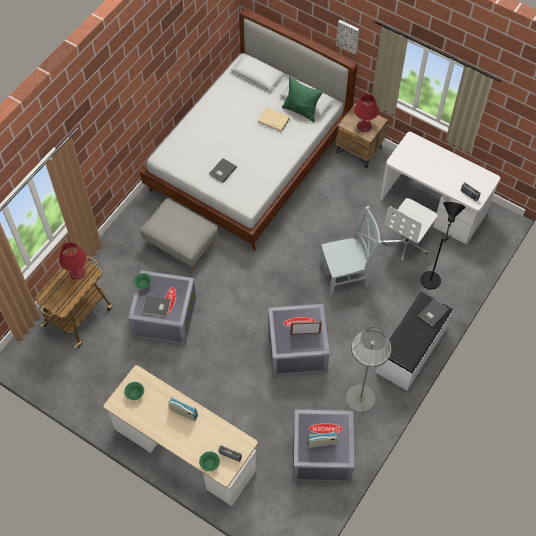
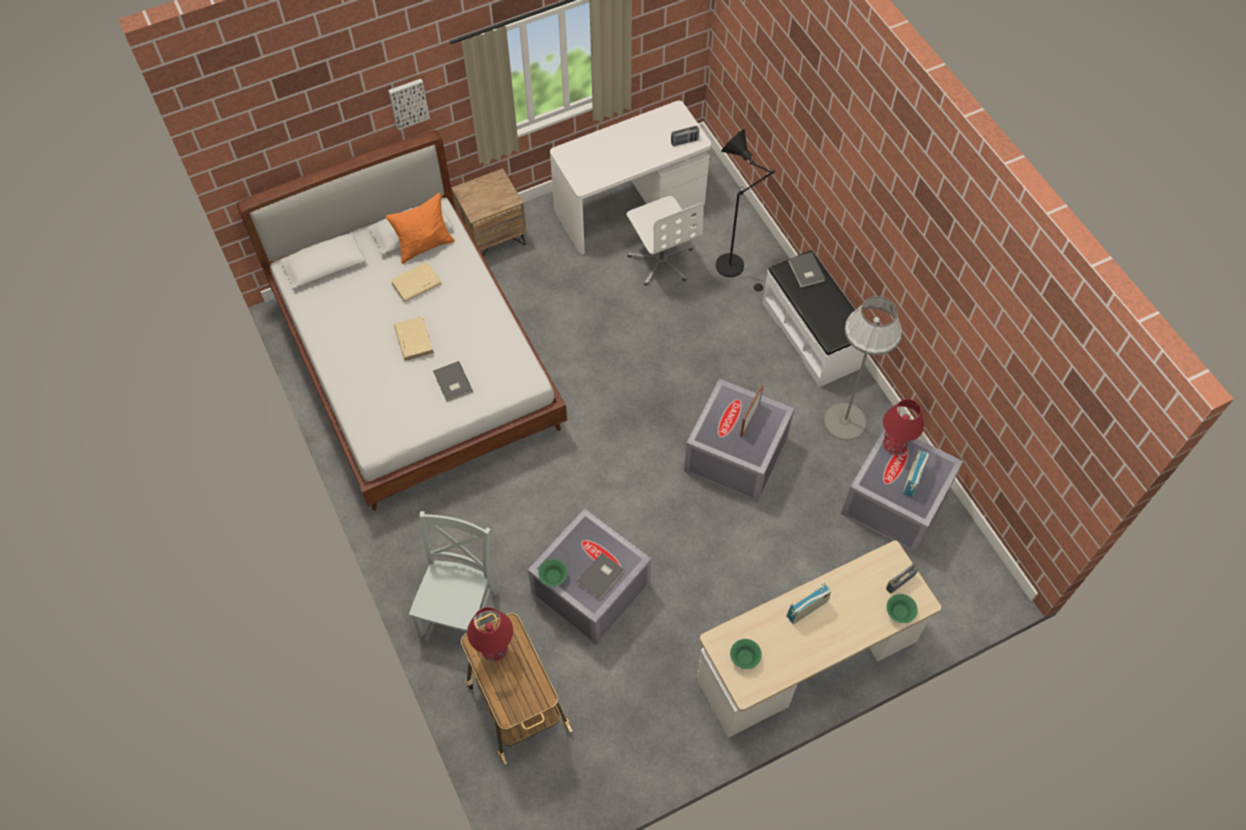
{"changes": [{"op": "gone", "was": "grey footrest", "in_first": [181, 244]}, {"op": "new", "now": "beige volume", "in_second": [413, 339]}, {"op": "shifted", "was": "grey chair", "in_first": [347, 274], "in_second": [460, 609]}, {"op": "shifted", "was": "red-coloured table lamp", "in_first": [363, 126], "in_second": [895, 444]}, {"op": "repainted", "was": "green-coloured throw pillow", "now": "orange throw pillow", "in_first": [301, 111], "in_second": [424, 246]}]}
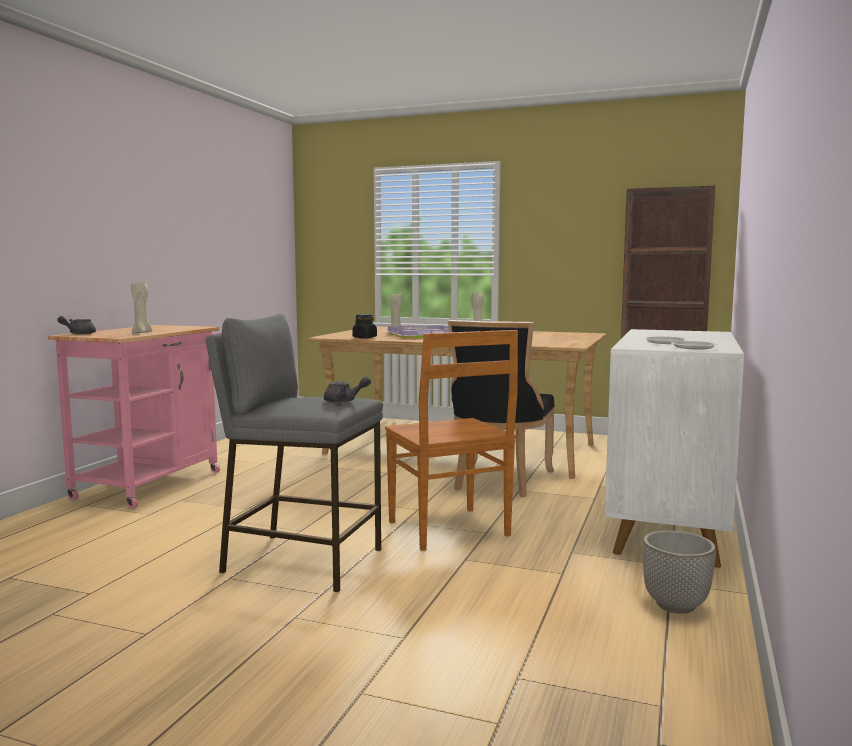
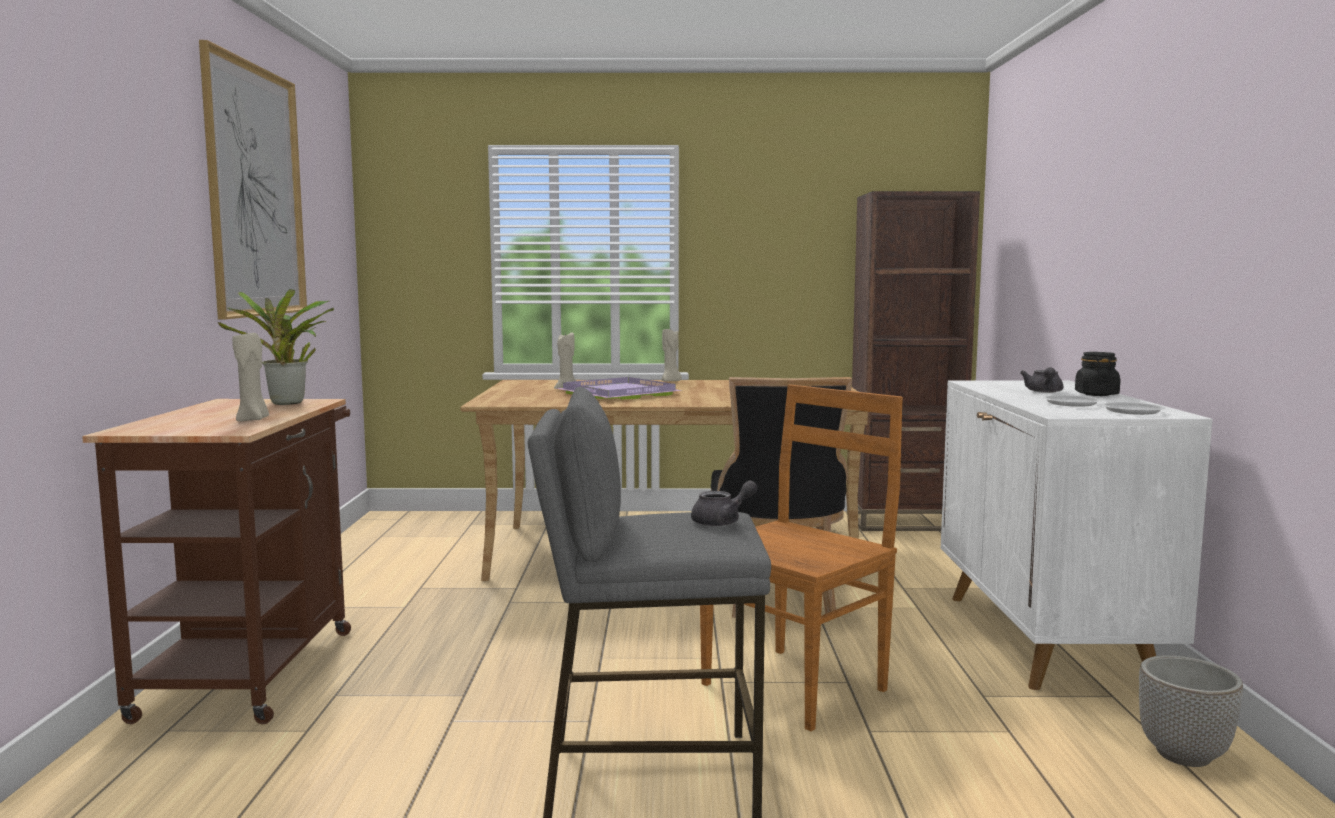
{"changes": [{"op": "new", "now": "wall art", "in_second": [255, 191]}, {"op": "new", "now": "plant in a pot", "in_second": [287, 404]}, {"op": "shifted", "was": "grey pot for tea", "in_first": [78, 334], "in_second": [1044, 392]}, {"op": "shifted", "was": "black-coloured preserve jar", "in_first": [364, 337], "in_second": [1096, 394]}, {"op": "repainted", "was": "pinkish trolley", "now": "brown-coloured trolley", "in_first": [154, 482], "in_second": [254, 667]}, {"op": "rotated", "was": "brown-coloured chair", "in_first": [449, 530], "in_second": [797, 685], "clockwise": -90}]}
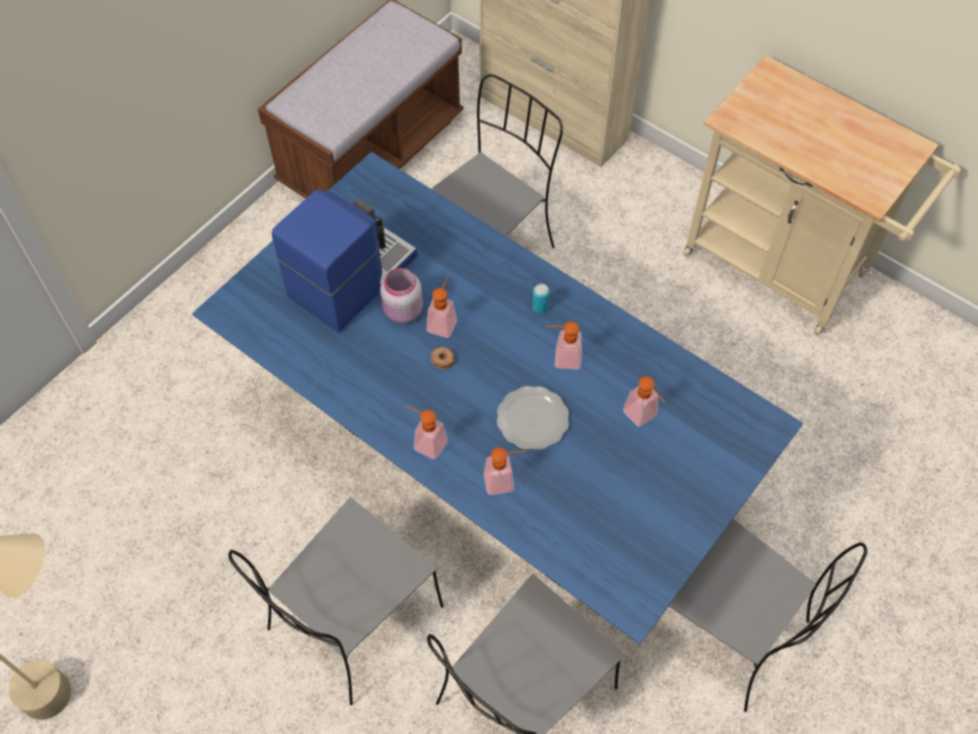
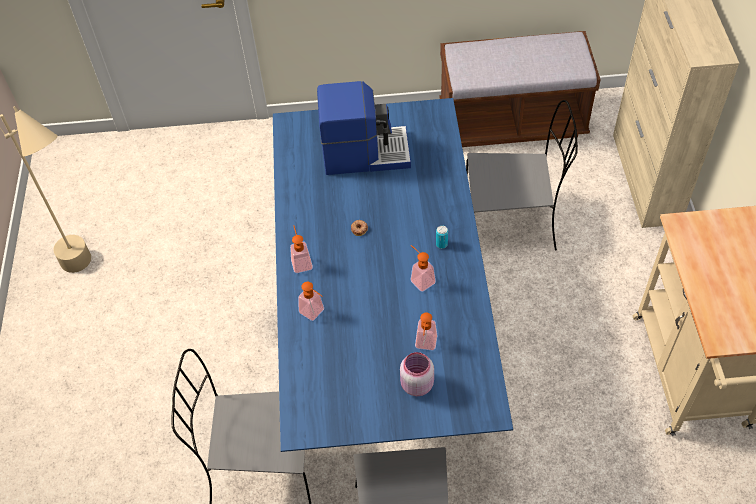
{"changes": [{"op": "gone", "was": "grey chair", "in_first": [352, 621]}, {"op": "gone", "was": "soap bottle", "in_first": [443, 321]}, {"op": "gone", "was": "dinner plate", "in_first": [533, 419]}, {"op": "shifted", "was": "pinkish preserve jar", "in_first": [402, 311], "in_second": [416, 384]}]}
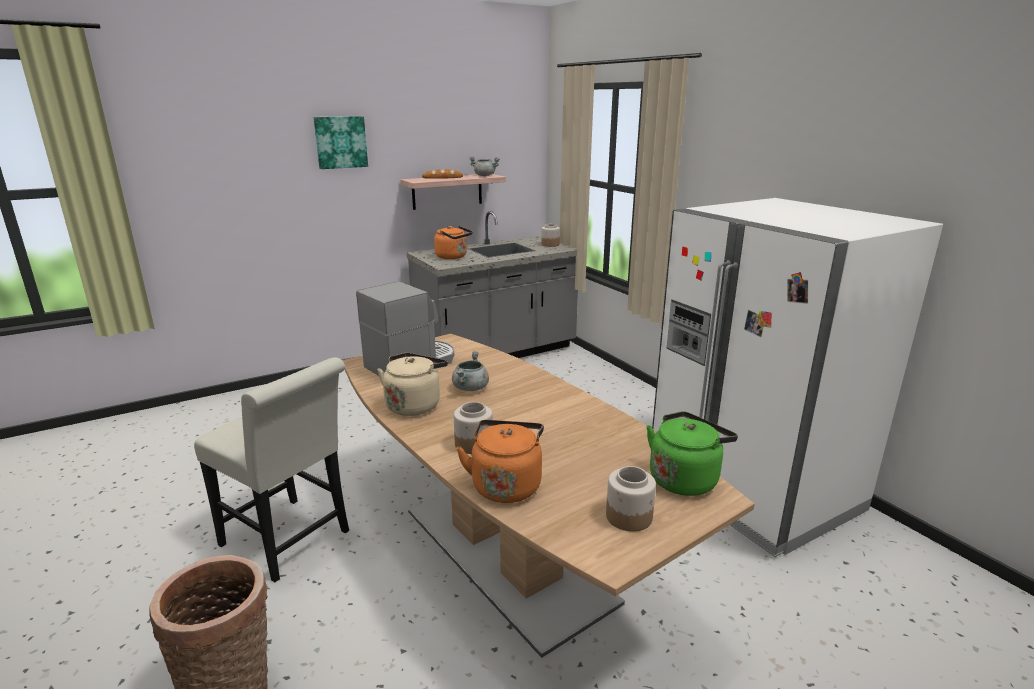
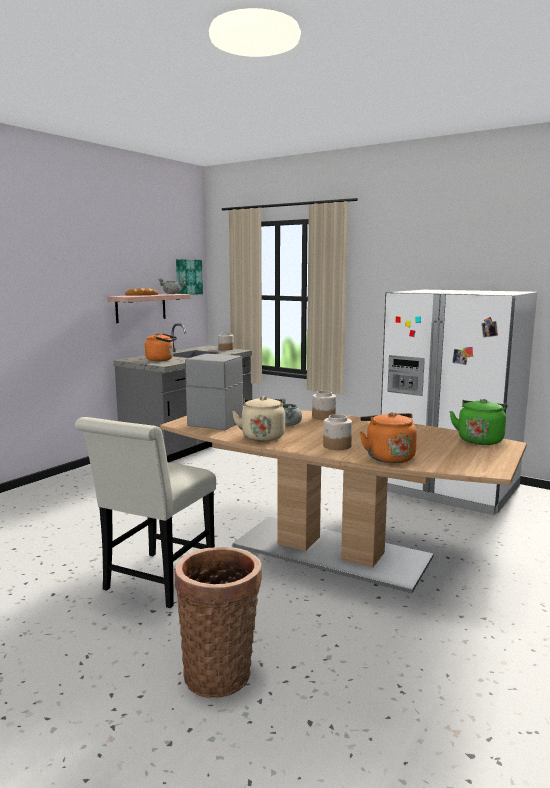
{"changes": [{"op": "shifted", "was": "wall art", "in_first": [340, 142], "in_second": [188, 277]}, {"op": "shifted", "was": "preserve jar", "in_first": [629, 517], "in_second": [324, 417]}, {"op": "rotated", "was": "white chair", "in_first": [291, 541], "in_second": [155, 583], "clockwise": 105}]}
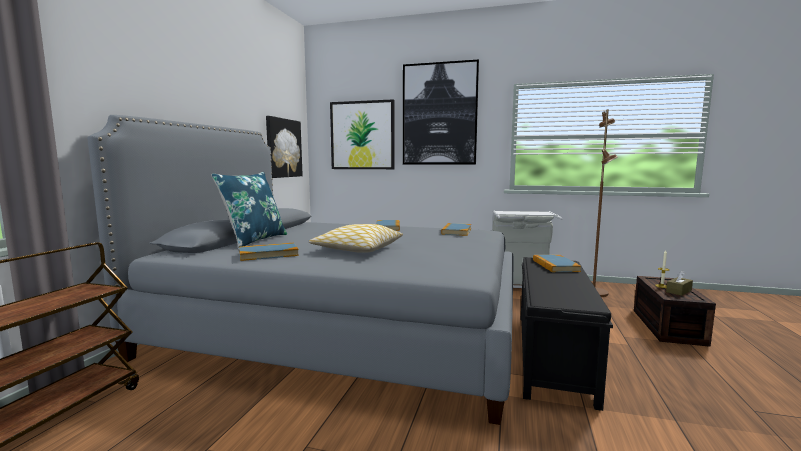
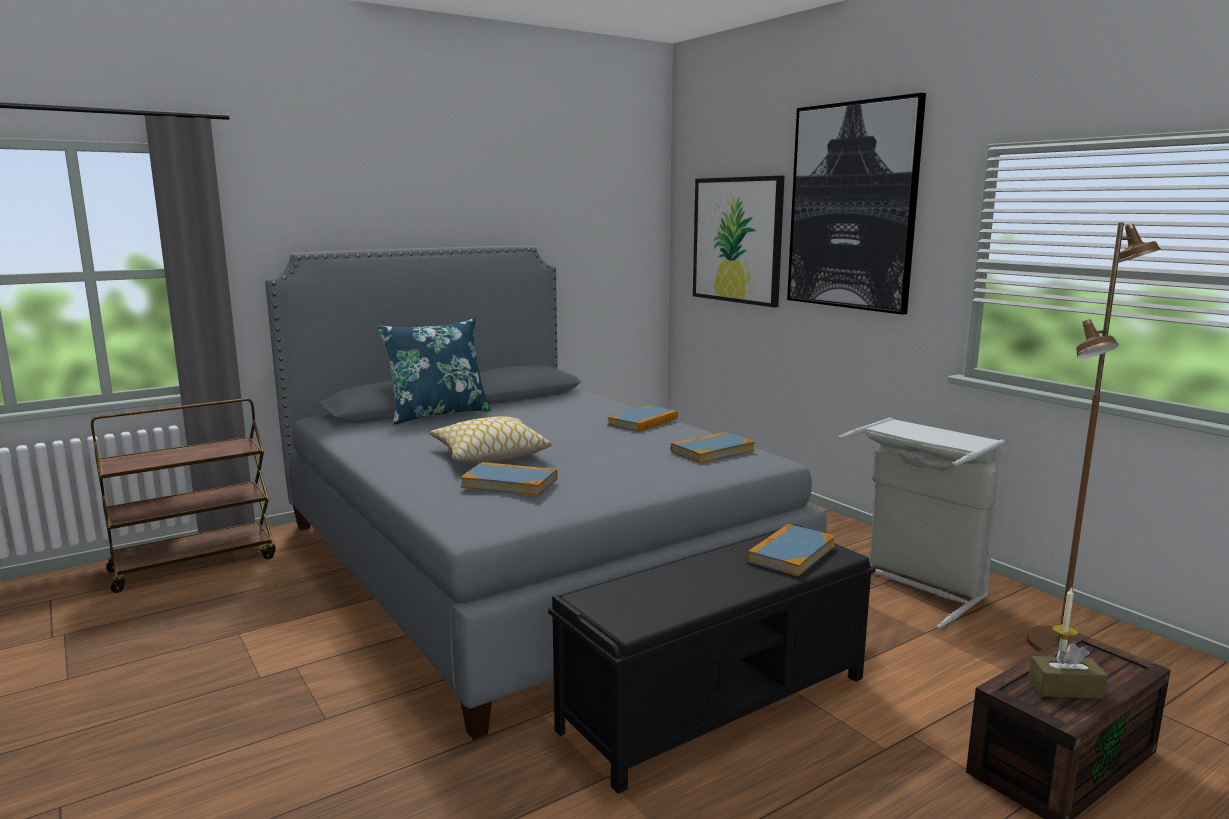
{"changes": [{"op": "gone", "was": "wall art", "in_first": [283, 148]}, {"op": "shifted", "was": "volume", "in_first": [268, 254], "in_second": [509, 483]}]}
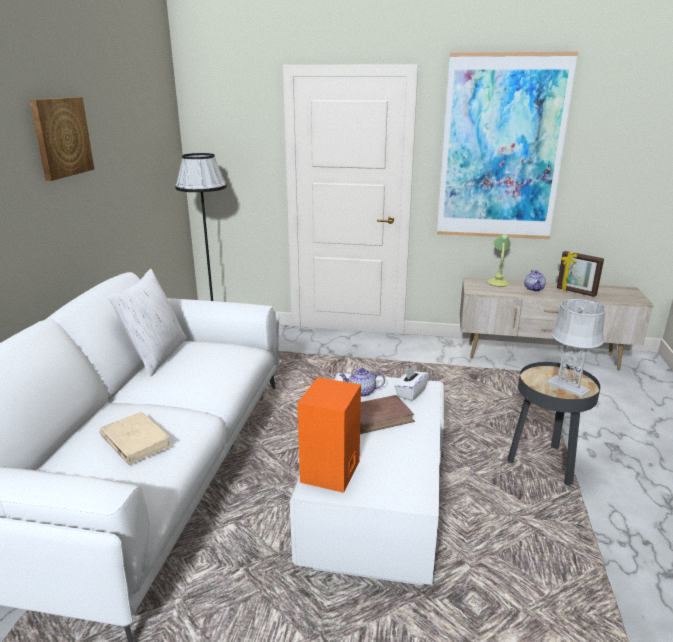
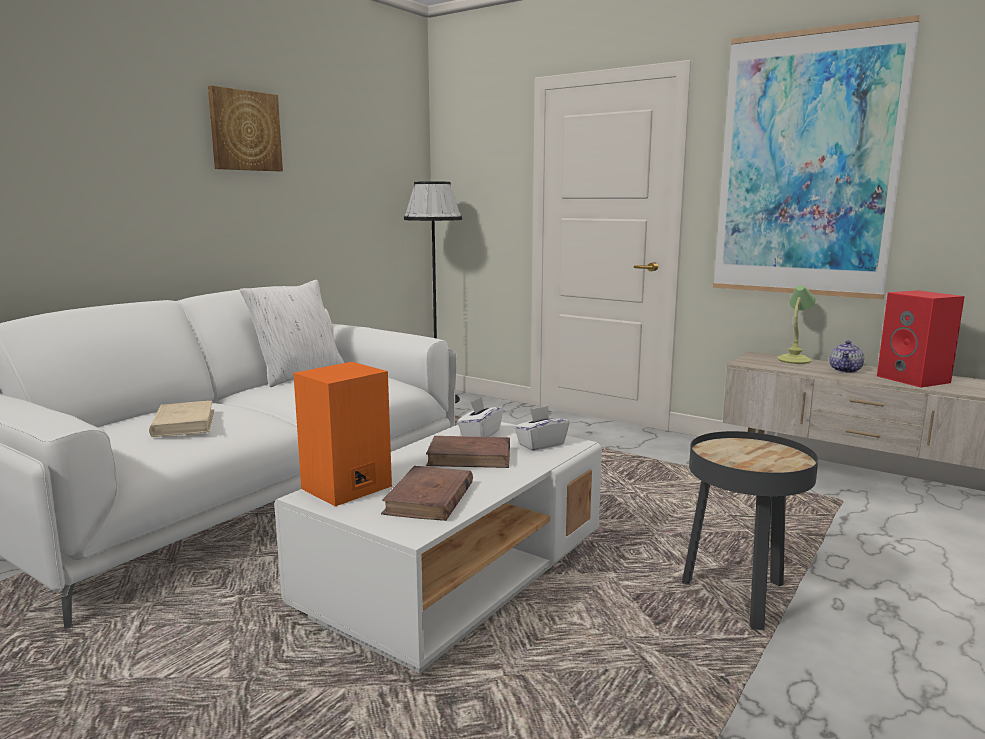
{"changes": [{"op": "gone", "was": "grey table lamp", "in_first": [568, 387]}, {"op": "new", "now": "brown-coloured volume", "in_second": [429, 499]}, {"op": "swapped", "was": "pot for tea", "now": "white box of tissues", "in_first": [361, 392], "in_second": [480, 434]}, {"op": "swapped", "was": "standing frame", "now": "red-coloured loudspeaker", "in_first": [576, 292], "in_second": [915, 379]}]}
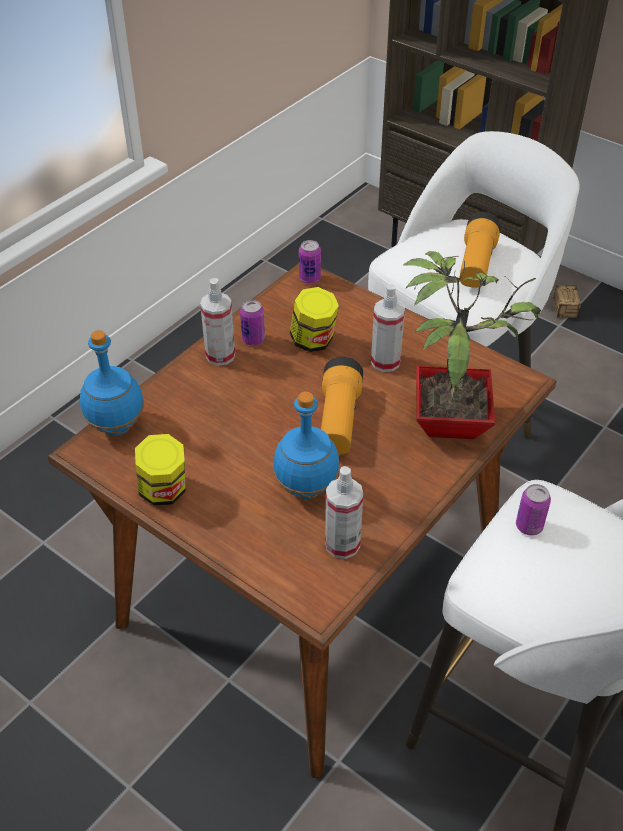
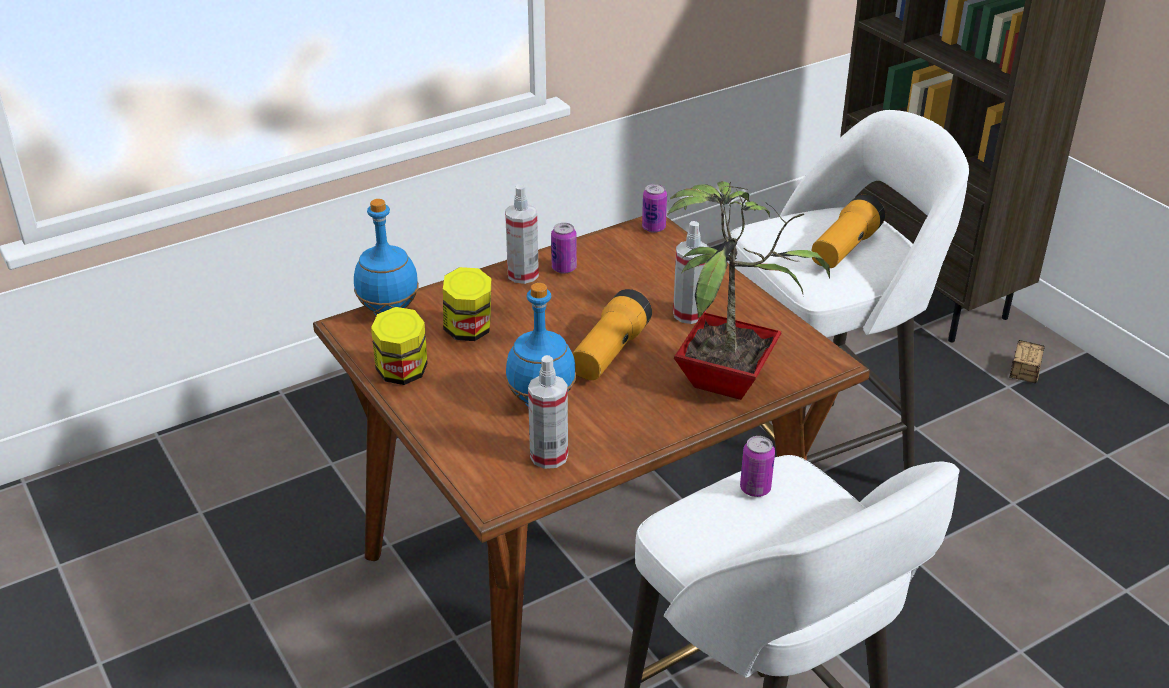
{"changes": [{"op": "shifted", "was": "preserve jar", "in_first": [313, 341], "in_second": [468, 331]}]}
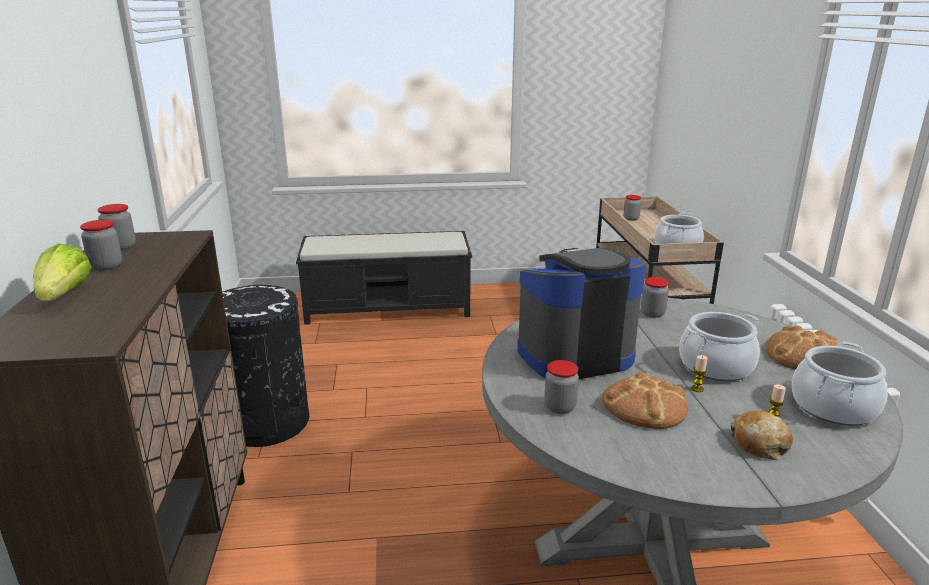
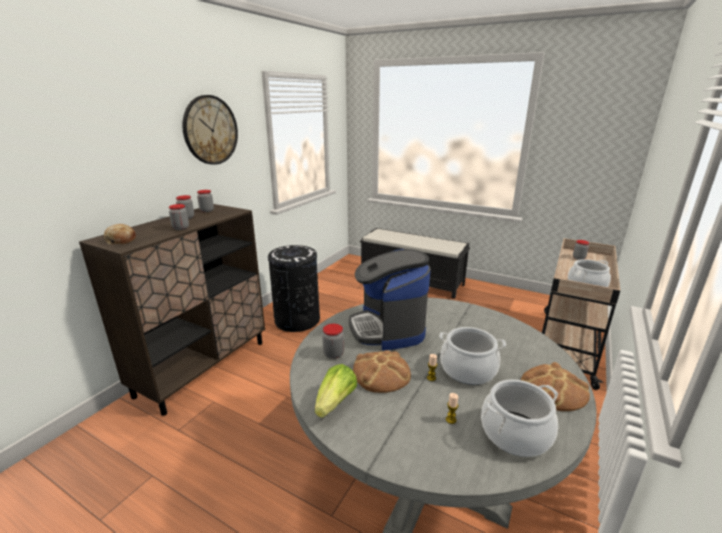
{"changes": [{"op": "new", "now": "hanging clock", "in_second": [210, 130]}, {"op": "shifted", "was": "head of lettuce", "in_first": [65, 295], "in_second": [335, 402]}, {"op": "shifted", "was": "preserve jar", "in_first": [652, 313], "in_second": [181, 228]}, {"op": "shifted", "was": "baked bread", "in_first": [759, 443], "in_second": [121, 240]}, {"op": "rotated", "was": "coffee brewer", "in_first": [574, 354], "in_second": [387, 328], "clockwise": -120}]}
